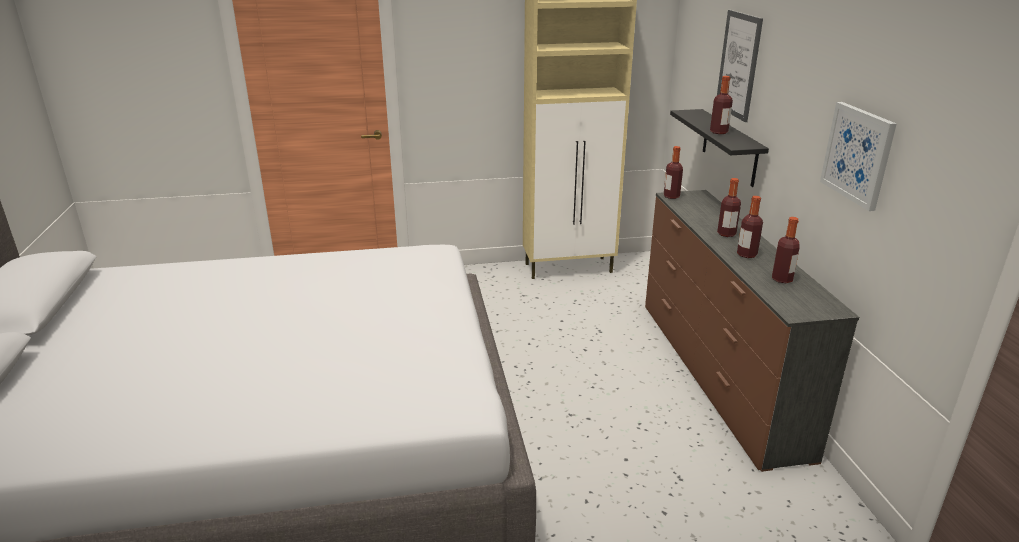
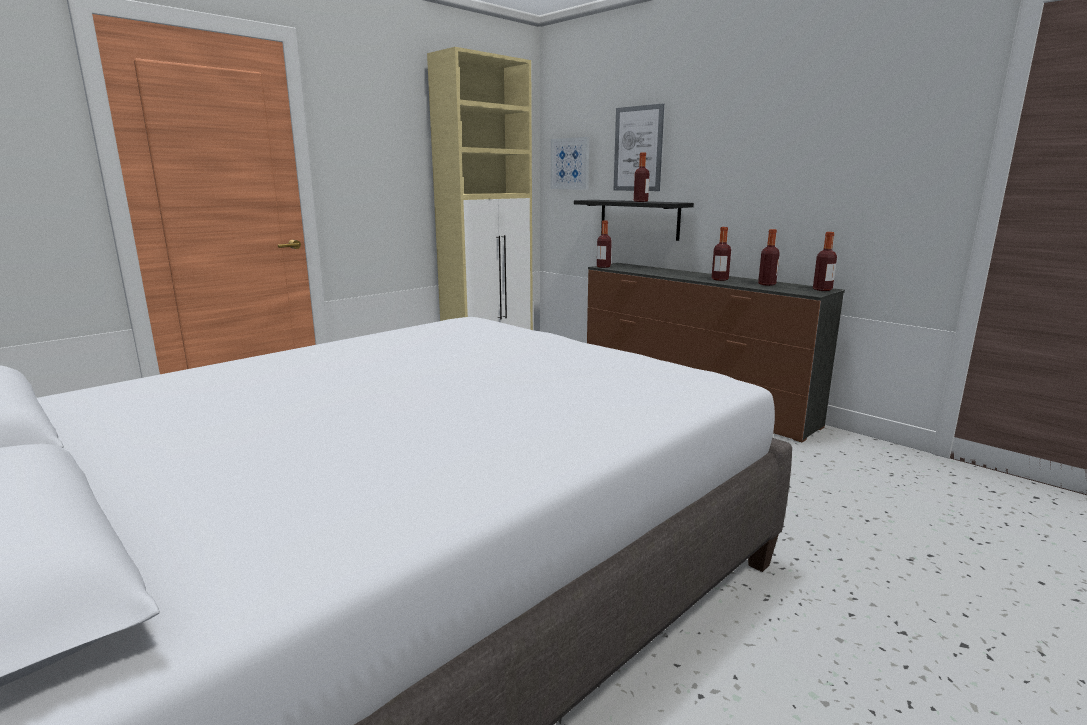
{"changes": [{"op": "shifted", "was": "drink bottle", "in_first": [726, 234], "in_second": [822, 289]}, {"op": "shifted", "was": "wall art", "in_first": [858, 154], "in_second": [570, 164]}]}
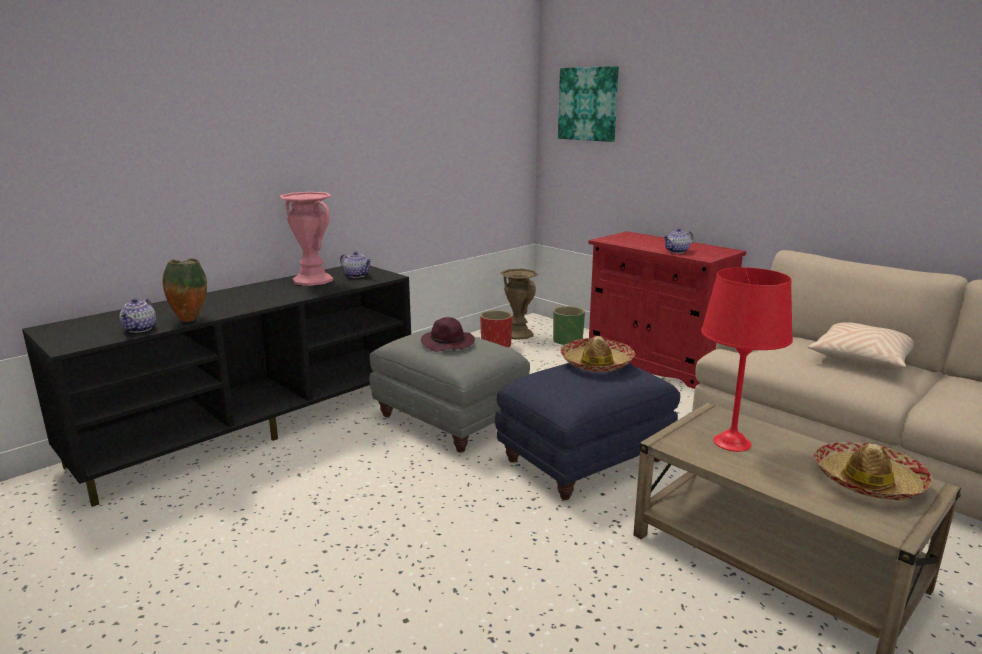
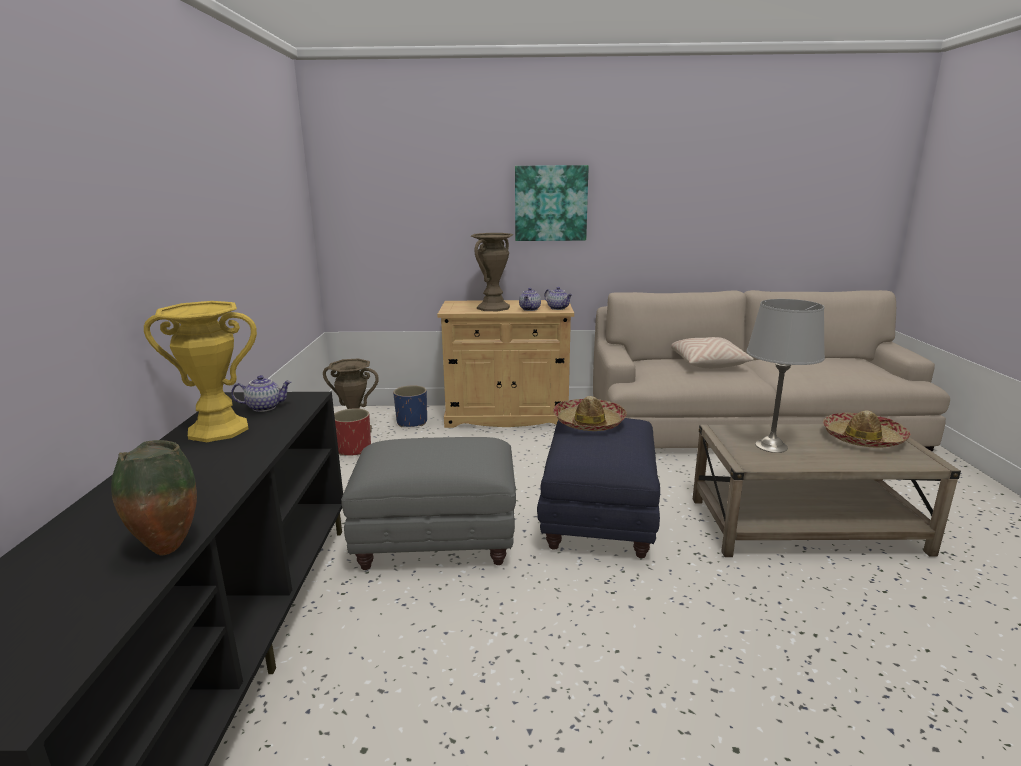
{"changes": [{"op": "gone", "was": "purple-coloured hat", "in_first": [448, 344]}, {"op": "new", "now": "brown-coloured vase", "in_second": [493, 308]}, {"op": "shifted", "was": "pot for tea", "in_first": [140, 329], "in_second": [558, 308]}, {"op": "shifted", "was": "wall art", "in_first": [588, 104], "in_second": [550, 203]}, {"op": "repainted", "was": "pinkish vase", "now": "yellow-coloured vase", "in_first": [312, 280], "in_second": [218, 430]}, {"op": "repainted", "was": "green-coloured plant pot", "now": "blue plant pot", "in_first": [568, 341], "in_second": [412, 422]}, {"op": "repainted", "was": "red-coloured cabinet", "now": "beige cabinet", "in_first": [655, 362], "in_second": [507, 416]}, {"op": "repainted", "was": "red-coloured table lamp", "now": "grey table lamp", "in_first": [731, 442], "in_second": [770, 446]}]}
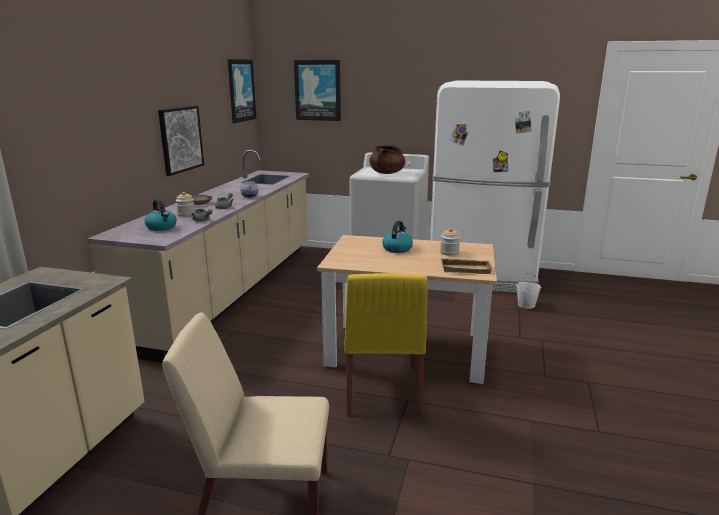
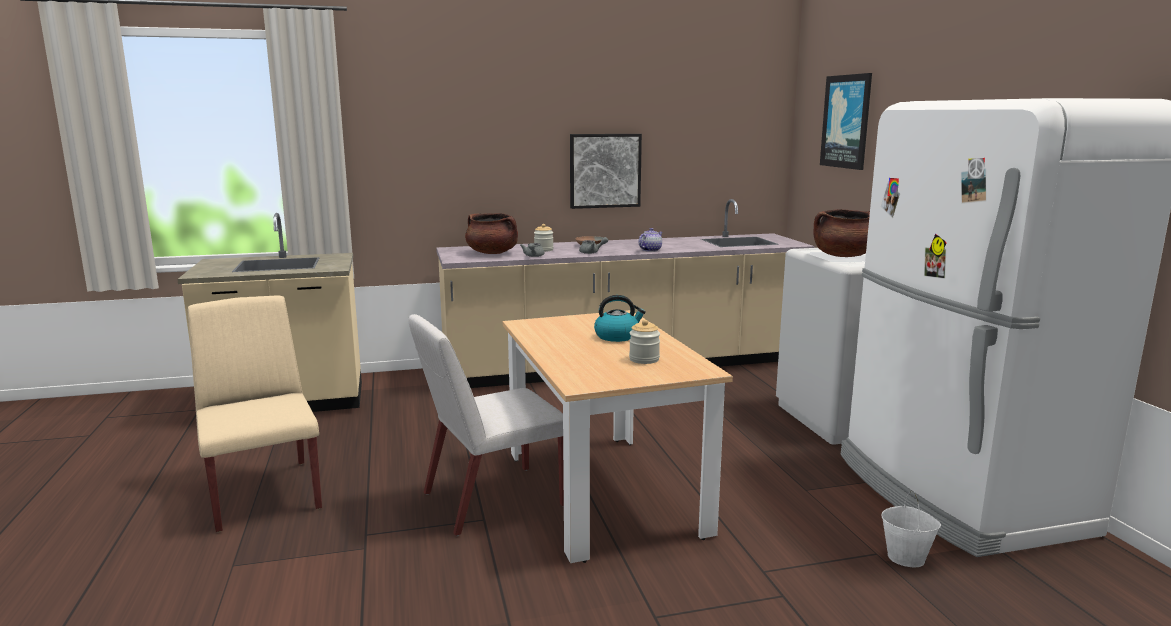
{"changes": [{"op": "gone", "was": "wall art", "in_first": [241, 90]}, {"op": "gone", "was": "beige serving tray", "in_first": [466, 269]}, {"op": "swapped", "was": "water kettle", "now": "brown-coloured saucepot", "in_first": [162, 227], "in_second": [492, 253]}, {"op": "repainted", "was": "yellow-coloured chair", "now": "white chair", "in_first": [383, 390], "in_second": [492, 500]}]}
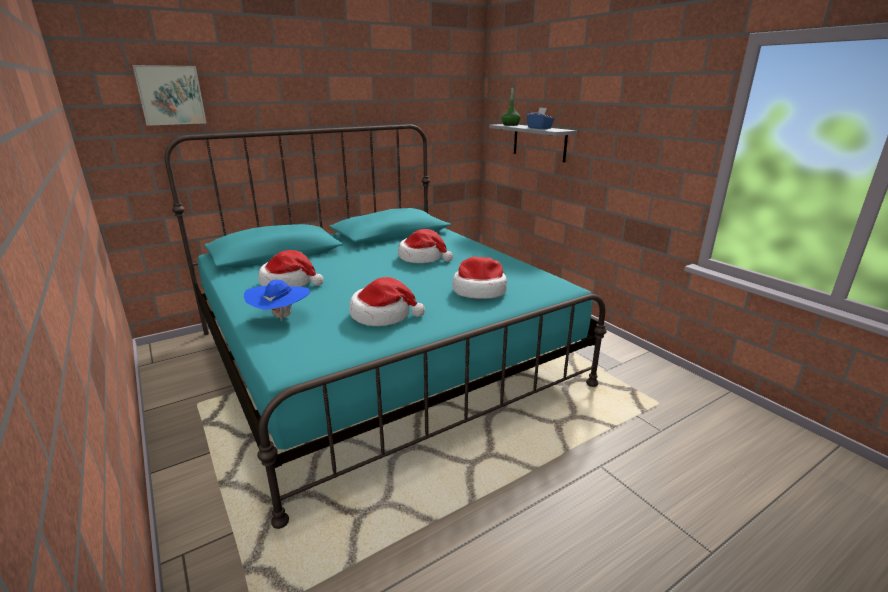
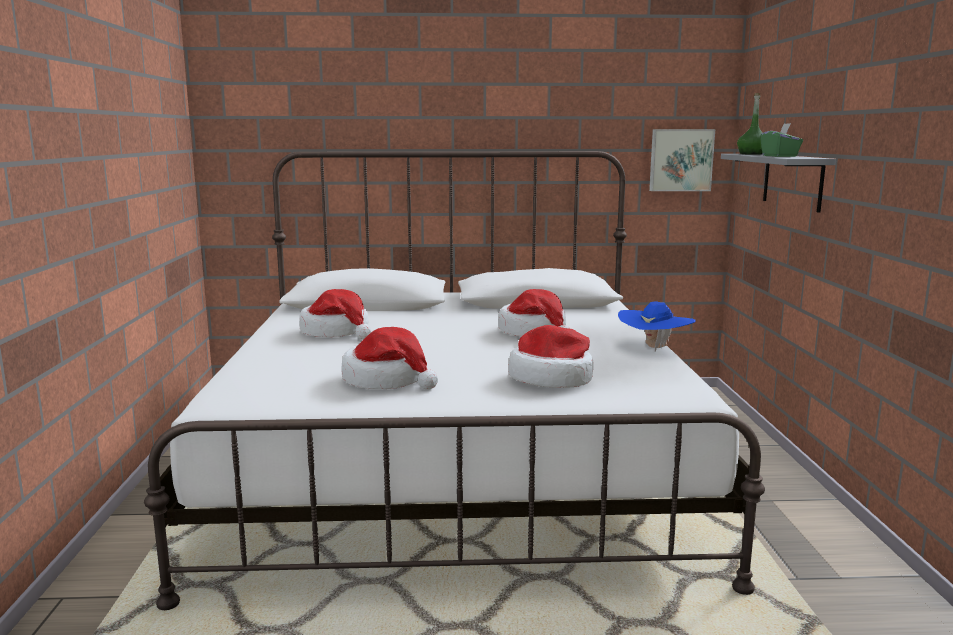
{"changes": [{"op": "shifted", "was": "wall art", "in_first": [170, 95], "in_second": [680, 160]}, {"op": "shifted", "was": "blue hat", "in_first": [281, 317], "in_second": [654, 348]}, {"op": "repainted", "was": "turquoise bed", "now": "white bed", "in_first": [381, 357], "in_second": [454, 467]}, {"op": "repainted", "was": "blue box of tissues", "now": "green-coloured box of tissues", "in_first": [539, 128], "in_second": [780, 156]}]}
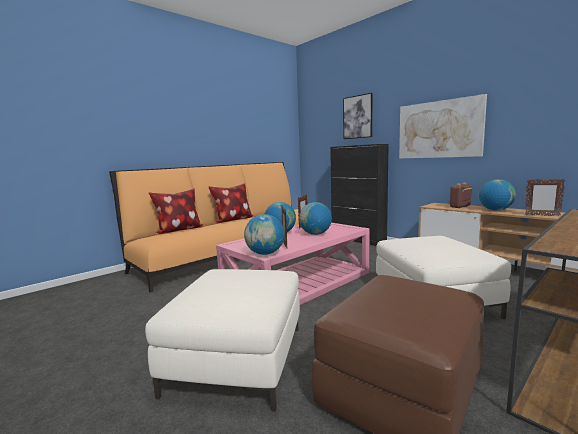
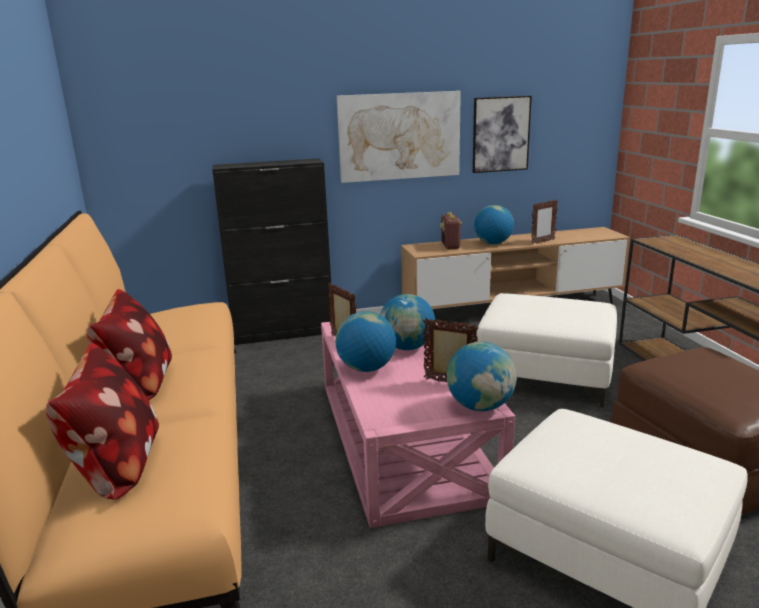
{"changes": [{"op": "shifted", "was": "wall art", "in_first": [357, 117], "in_second": [500, 134]}]}
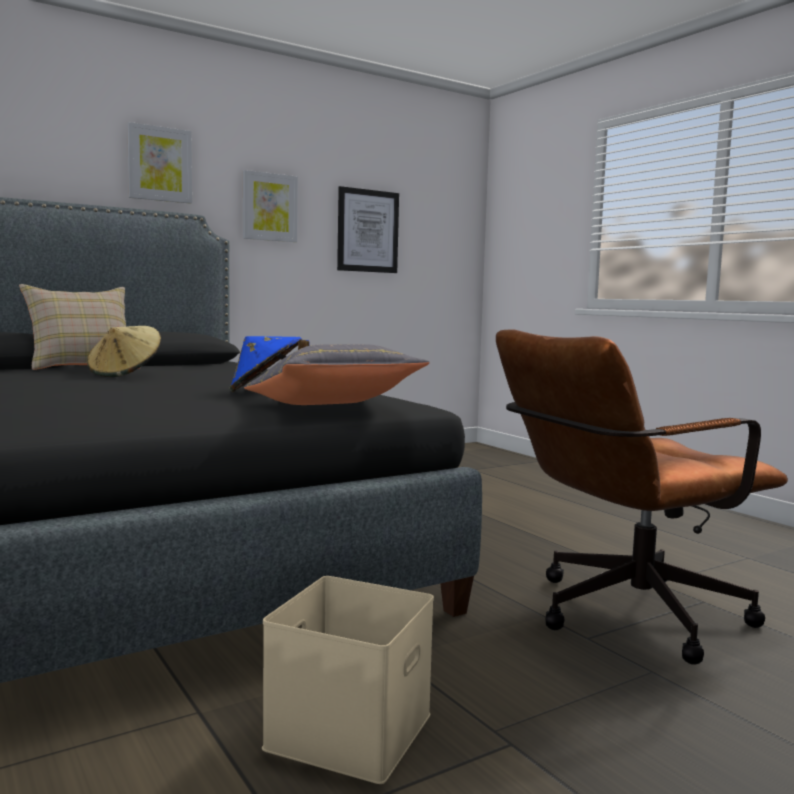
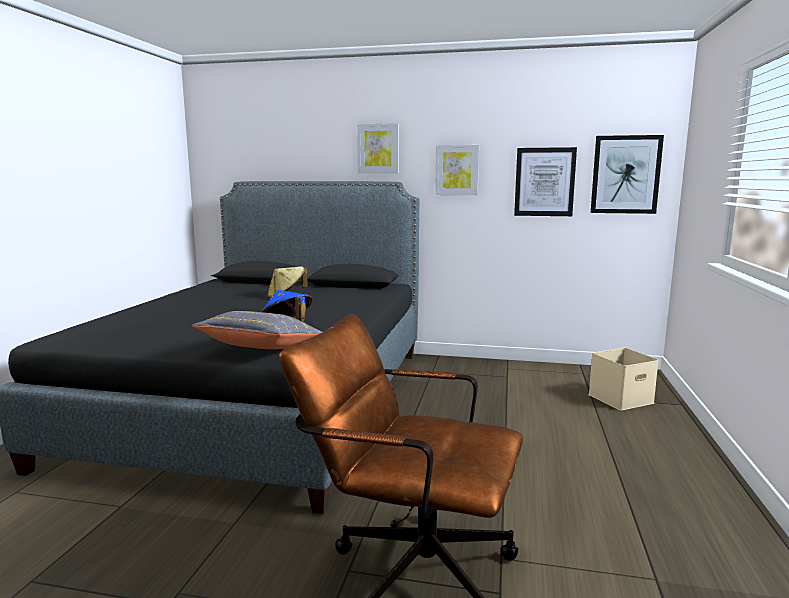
{"changes": [{"op": "gone", "was": "beige throw pillow", "in_first": [82, 368]}, {"op": "new", "now": "wall art", "in_second": [625, 174]}, {"op": "shifted", "was": "beige storage container", "in_first": [351, 733], "in_second": [620, 399]}]}
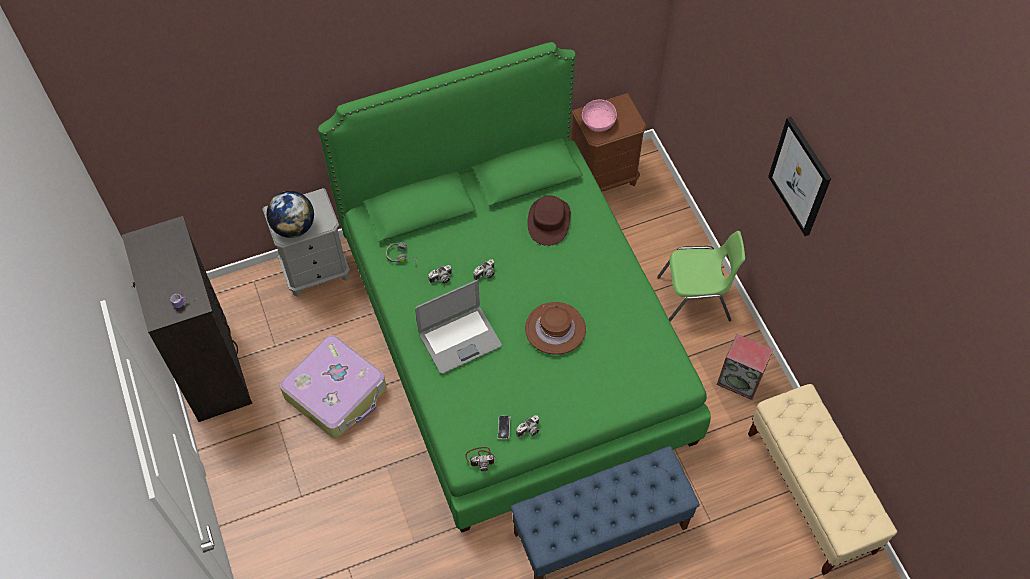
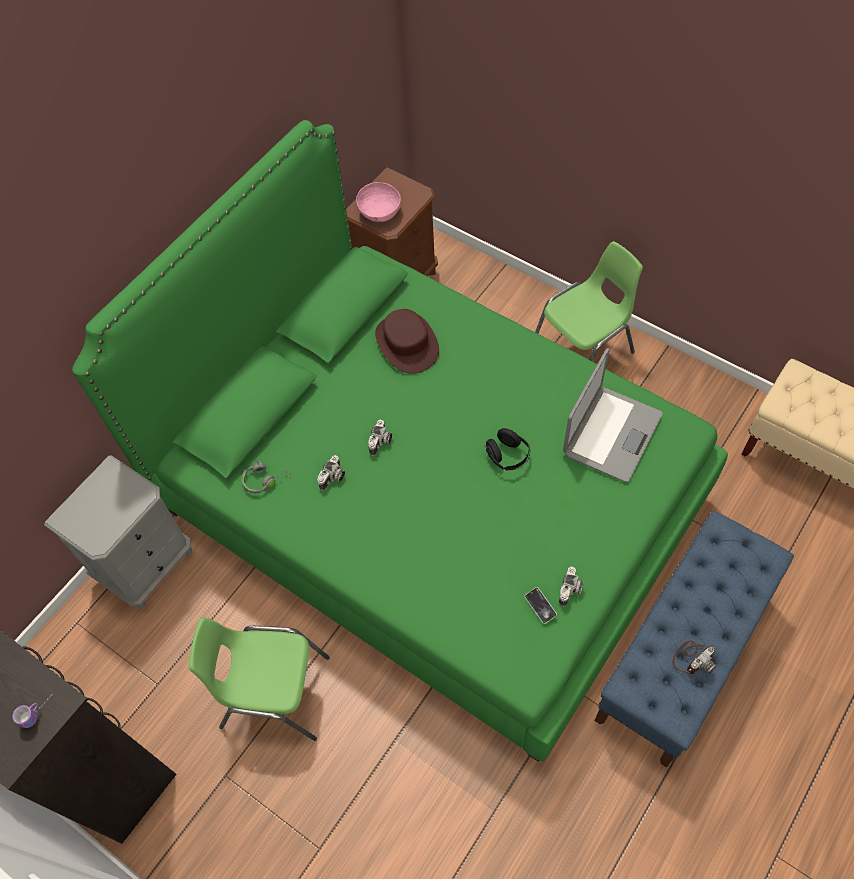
{"changes": [{"op": "gone", "was": "desk globe", "in_first": [294, 227]}, {"op": "gone", "was": "loudspeaker", "in_first": [740, 380]}, {"op": "gone", "was": "wall art", "in_first": [800, 176]}, {"op": "shifted", "was": "laptop", "in_first": [459, 339], "in_second": [611, 434]}, {"op": "shifted", "was": "photo camera", "in_first": [481, 458], "in_second": [693, 658]}, {"op": "swapped", "was": "piece of luggage", "now": "green-coloured chair", "in_first": [337, 392], "in_second": [273, 692]}, {"op": "swapped", "was": "brown-coloured hat", "now": "black-coloured pair of headphones", "in_first": [555, 329], "in_second": [507, 456]}]}
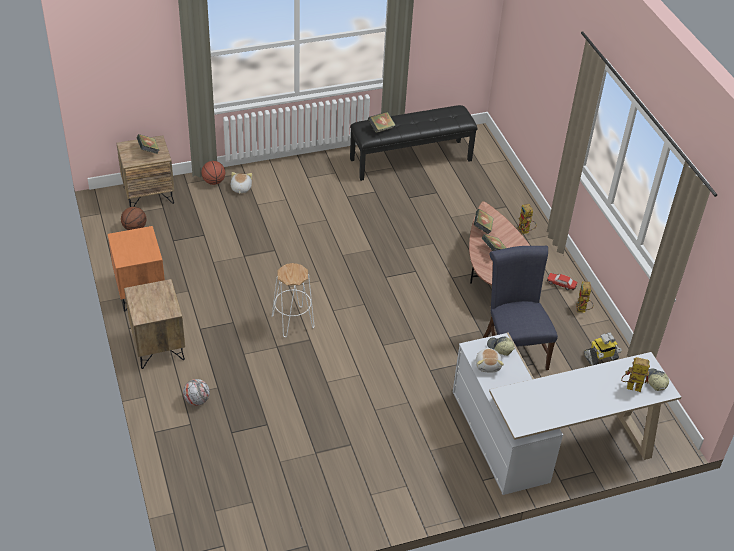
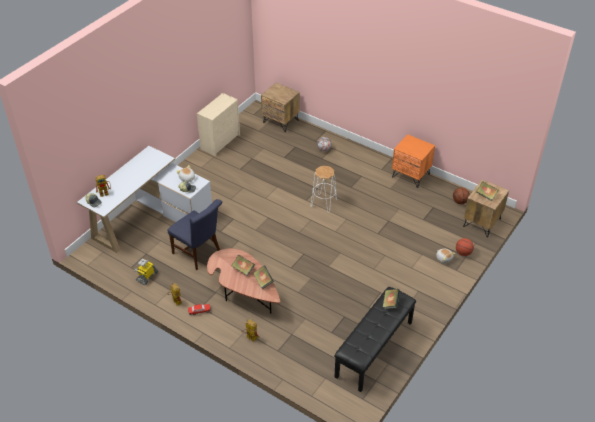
{"changes": [{"op": "new", "now": "beige chest of drawers", "in_second": [220, 141]}, {"op": "shifted", "was": "brown-coloured bedside table", "in_first": [157, 346], "in_second": [281, 121]}]}
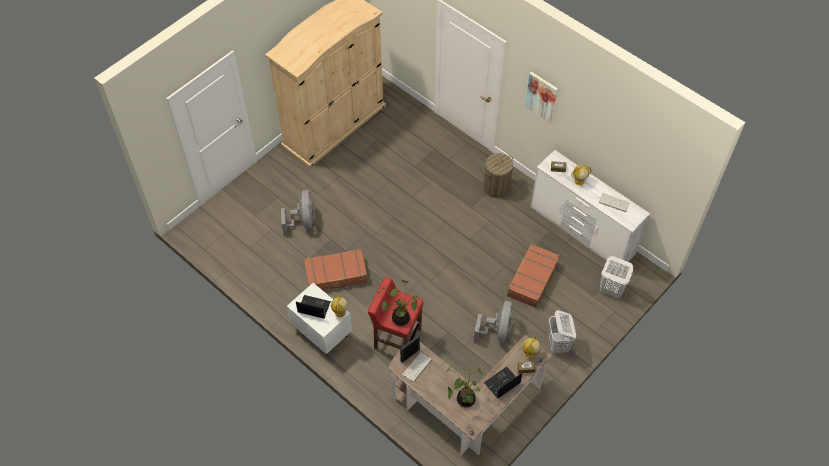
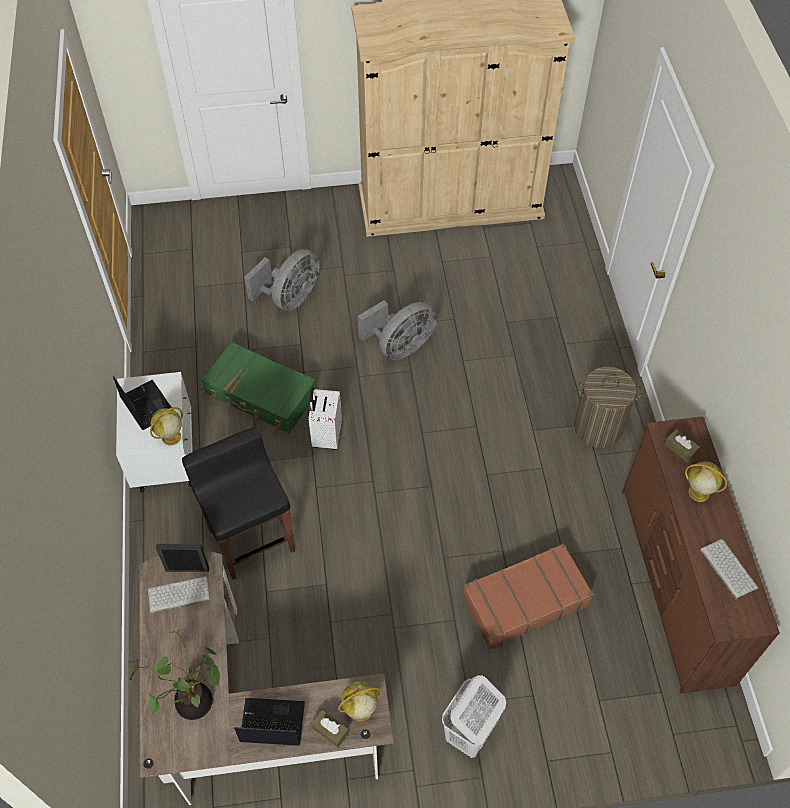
{"changes": [{"op": "gone", "was": "plant in a pot", "in_first": [400, 317]}, {"op": "gone", "was": "wall art", "in_first": [541, 96]}, {"op": "gone", "was": "white hamper", "in_first": [611, 289]}, {"op": "new", "now": "white piece of luggage", "in_second": [326, 436]}, {"op": "shifted", "was": "grey cooling fan", "in_first": [497, 331], "in_second": [400, 346]}, {"op": "repainted", "was": "brown-coloured piece of luggage", "now": "green-coloured piece of luggage", "in_first": [336, 275], "in_second": [261, 395]}, {"op": "repainted", "was": "red-coloured stool", "now": "black-coloured stool", "in_first": [397, 338], "in_second": [251, 538]}, {"op": "repainted", "was": "white chest of drawers", "now": "brown-coloured chest of drawers", "in_first": [582, 231], "in_second": [674, 585]}]}
